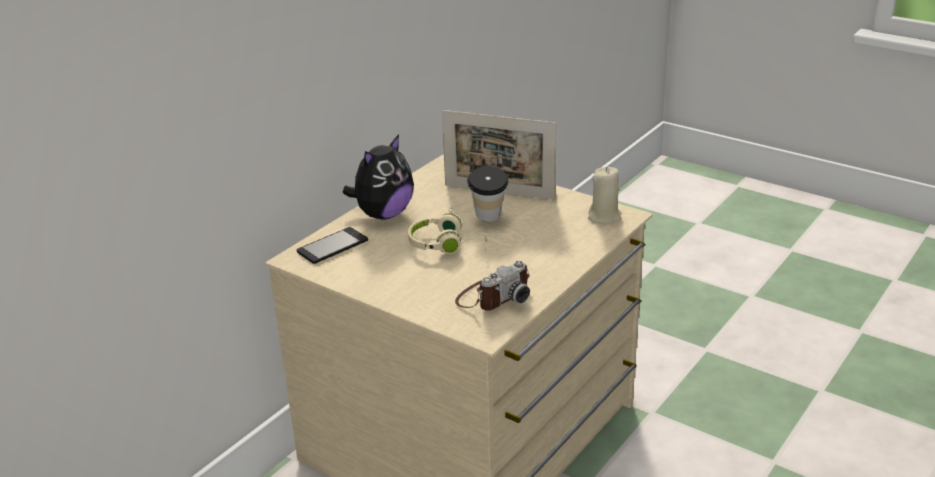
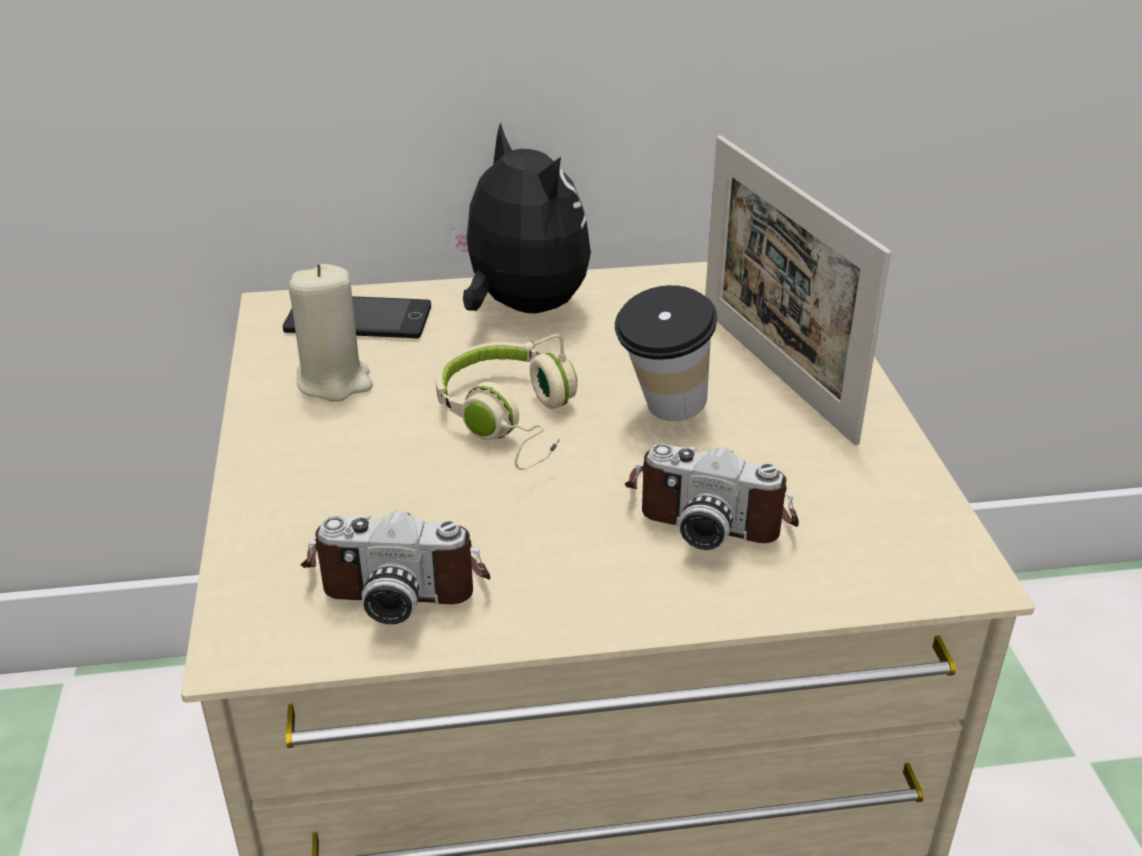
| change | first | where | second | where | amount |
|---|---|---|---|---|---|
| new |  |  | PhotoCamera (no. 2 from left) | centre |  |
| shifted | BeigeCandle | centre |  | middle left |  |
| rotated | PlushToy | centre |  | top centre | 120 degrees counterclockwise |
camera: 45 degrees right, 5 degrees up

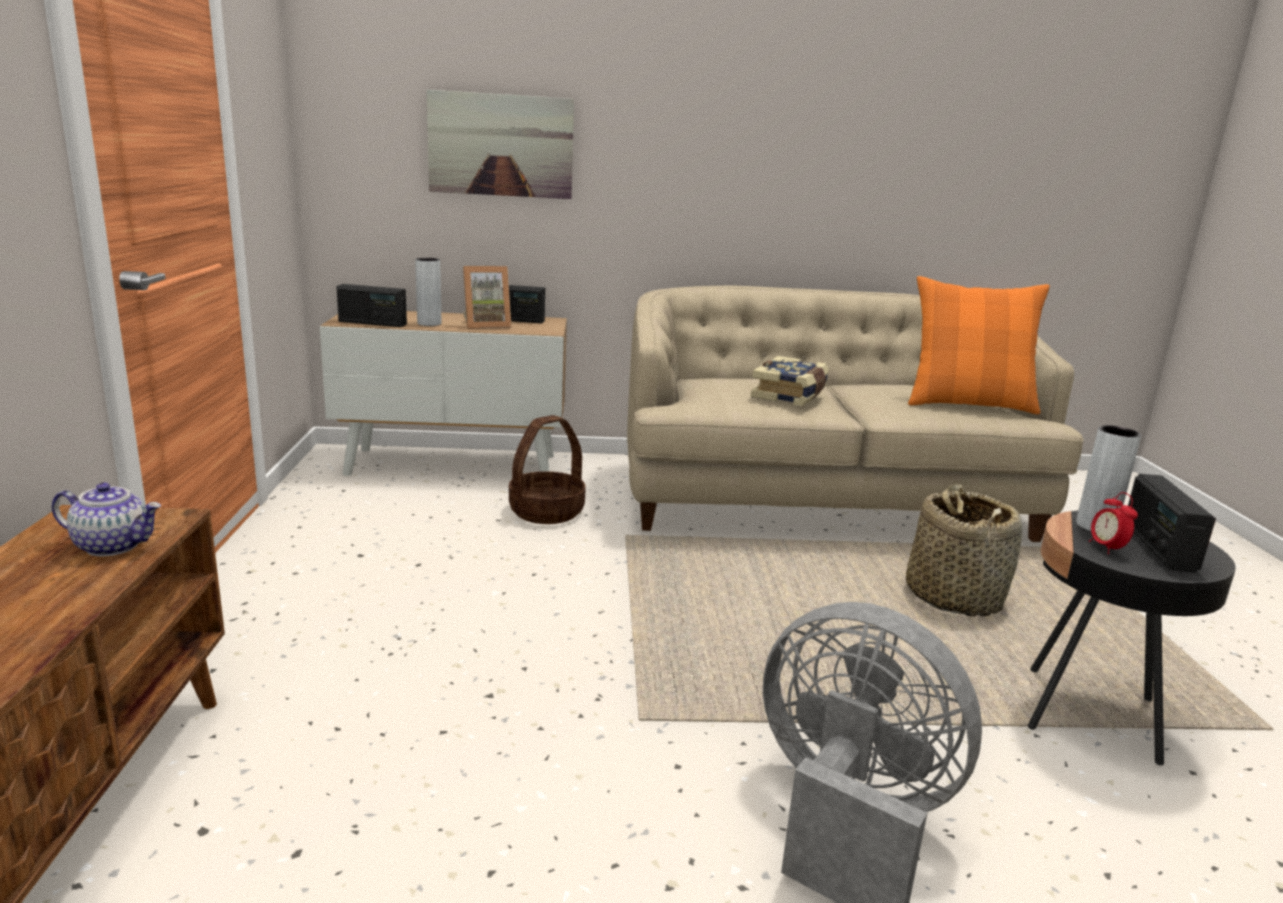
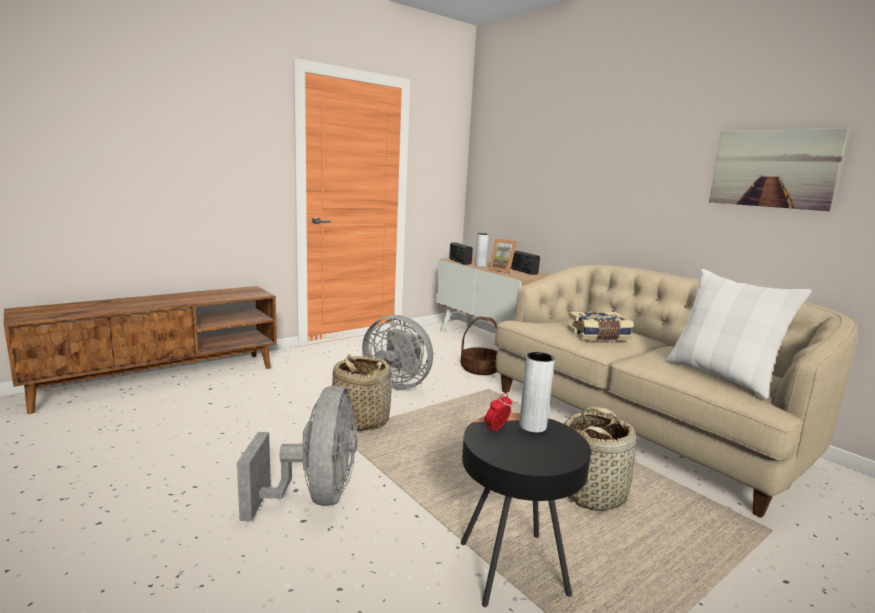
| change | first | where | second | where | amount |
|---|---|---|---|---|---|
| gone | Teapot | middle left |  |  |  |
| gone | Radio (no. 3 from left) | middle right |  |  |  |
| new |  |  | Basket (no. 1 from left) | centre |  |
| new |  |  | GreyFan (no. 2 from left) | centre |  |
| shifted | Picture | top centre |  | top right |  |
| repainted | OrangePillow | middle right | WhitePillow | middle right |  |
camera: 55 degrees right, 5 degrees down

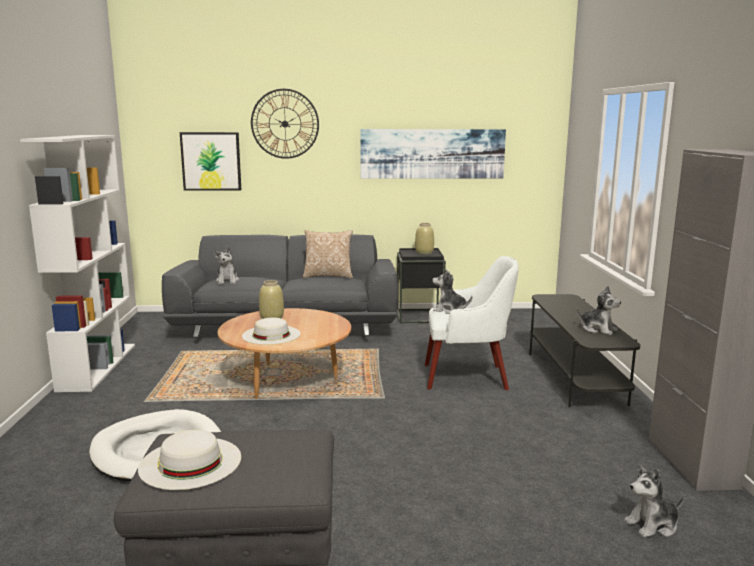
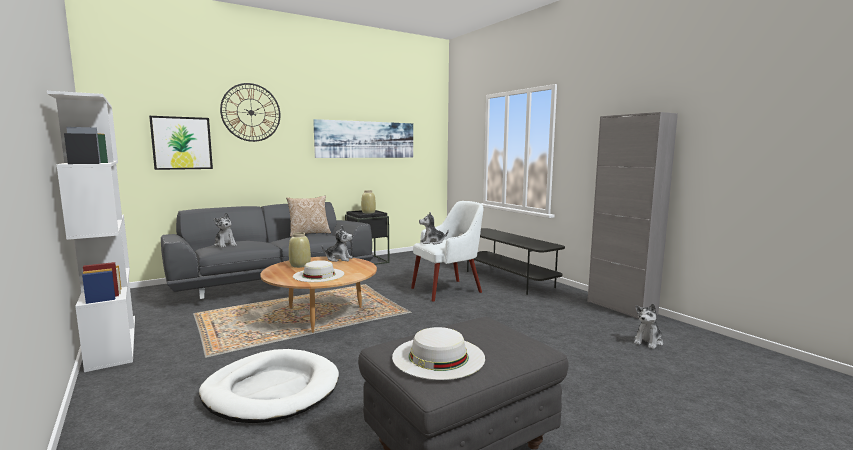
| change | first | where | second | where | amount |
|---|---|---|---|---|---|
| shifted | PlushToy (no. 3 from left in the first image) | middle right | PlushToy (no. 2 from left) | centre |  |
camera: 30 degrees left, 5 degrees down

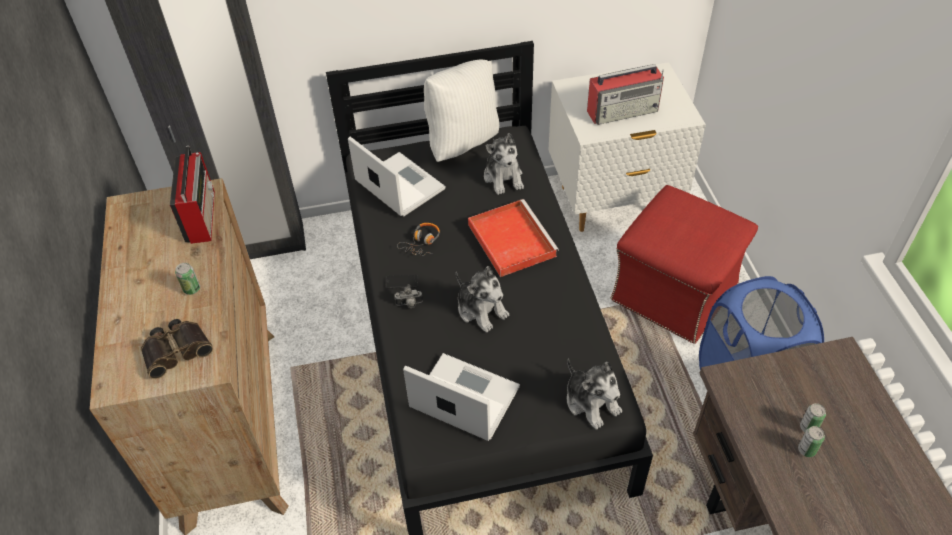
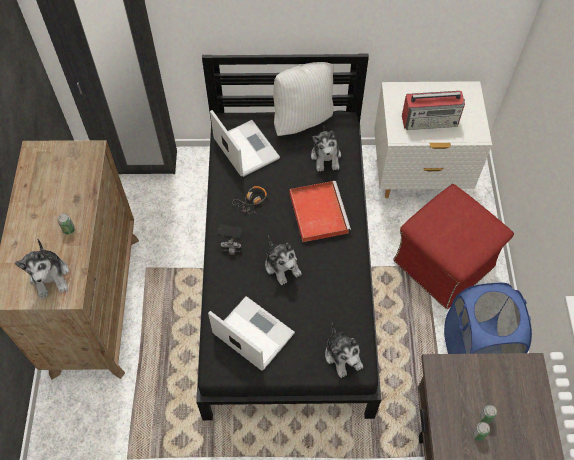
| change | first | where | second | where | amount |
|---|---|---|---|---|---|
| gone | Radio (no. 1 from left) | middle left |  |  |  |
| swapped | Binoculars | middle left | PlushToy (no. 1 from left) | middle left |  |
camera: 10 degrees right, 10 degrees up

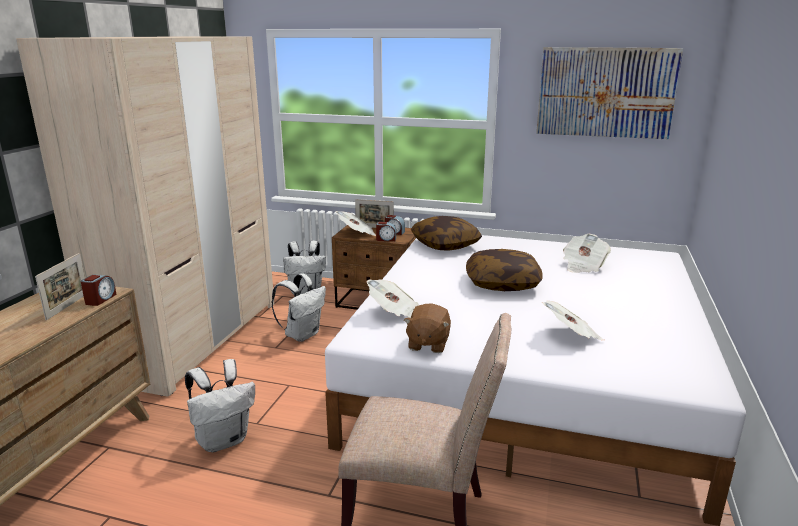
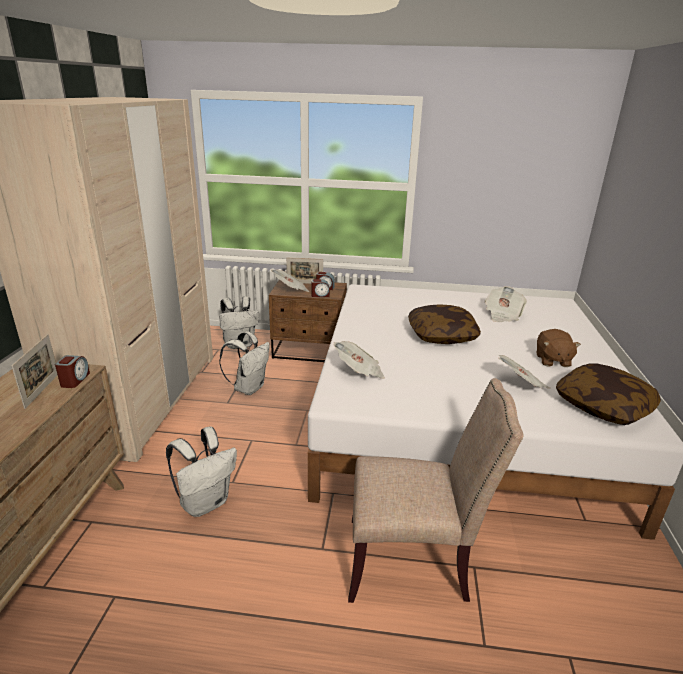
| change | first | where | second | where | amount |
|---|---|---|---|---|---|
| gone | Picture | top right |  |  |  |
| shifted | BrownPlushToy | centre |  | middle right |  |
| shifted | Pillow (no. 1 from left in the first image) | centre | Pillow (no. 2 from left) | middle right |  |
camera: 10 degrees left, 5 degrees up

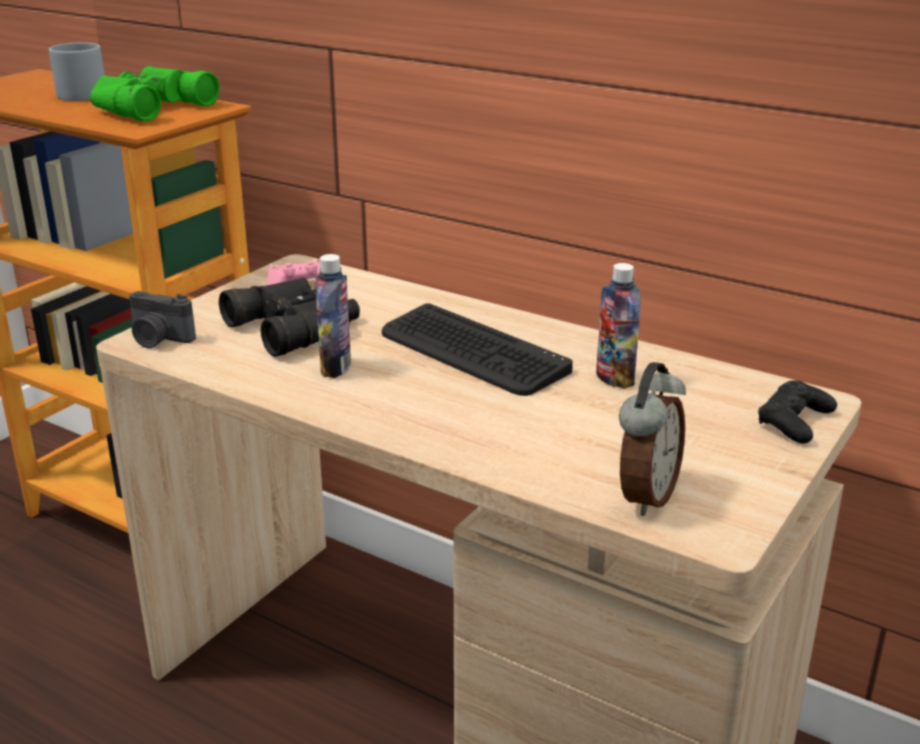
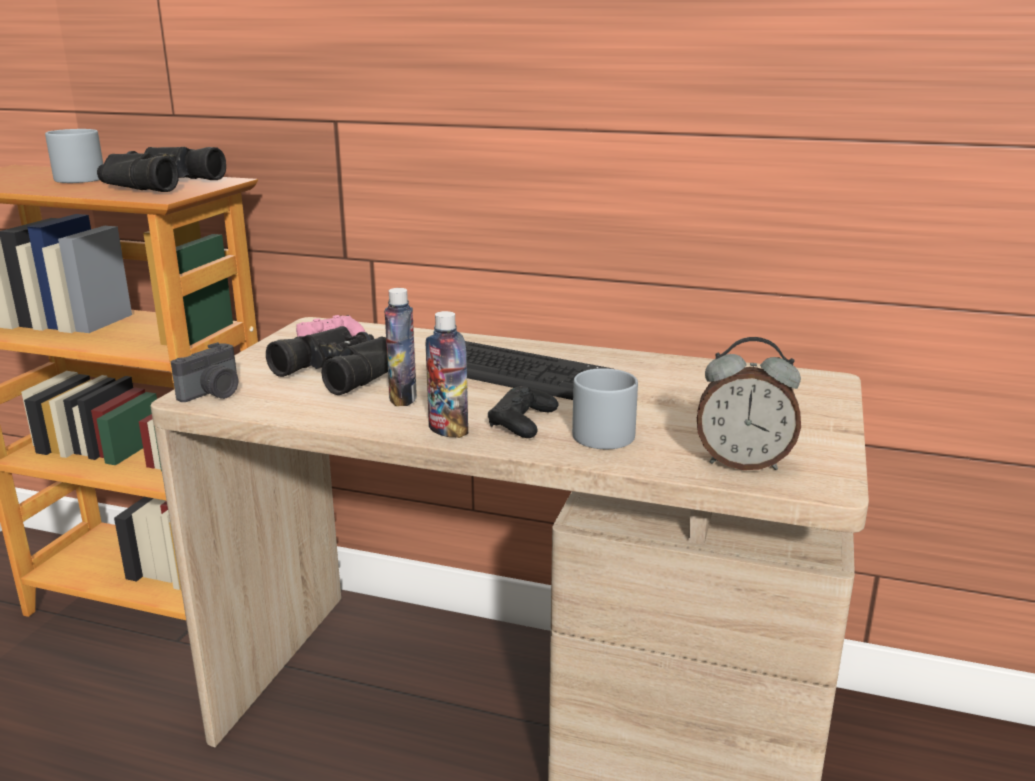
| change | first | where | second | where | amount |
|---|---|---|---|---|---|
| new |  |  | GreyMug (no. 2 from left) | centre |  |
| shifted | Bottle (no. 2 from left) | middle right |  | centre |  |
| shifted | BlackGameController | middle right |  | centre |  |
| repainted | GreenBinoculars | top left | BlackBinoculars (no. 1 from left) | top left |  |
| rotated | PhotoCamera | middle left |  | middle left | 60 degrees counterclockwise |
| rotated | AlarmClock | middle right |  | middle right | 90 degrees clockwise |
camera: 15 degrees left, 5 degrees down

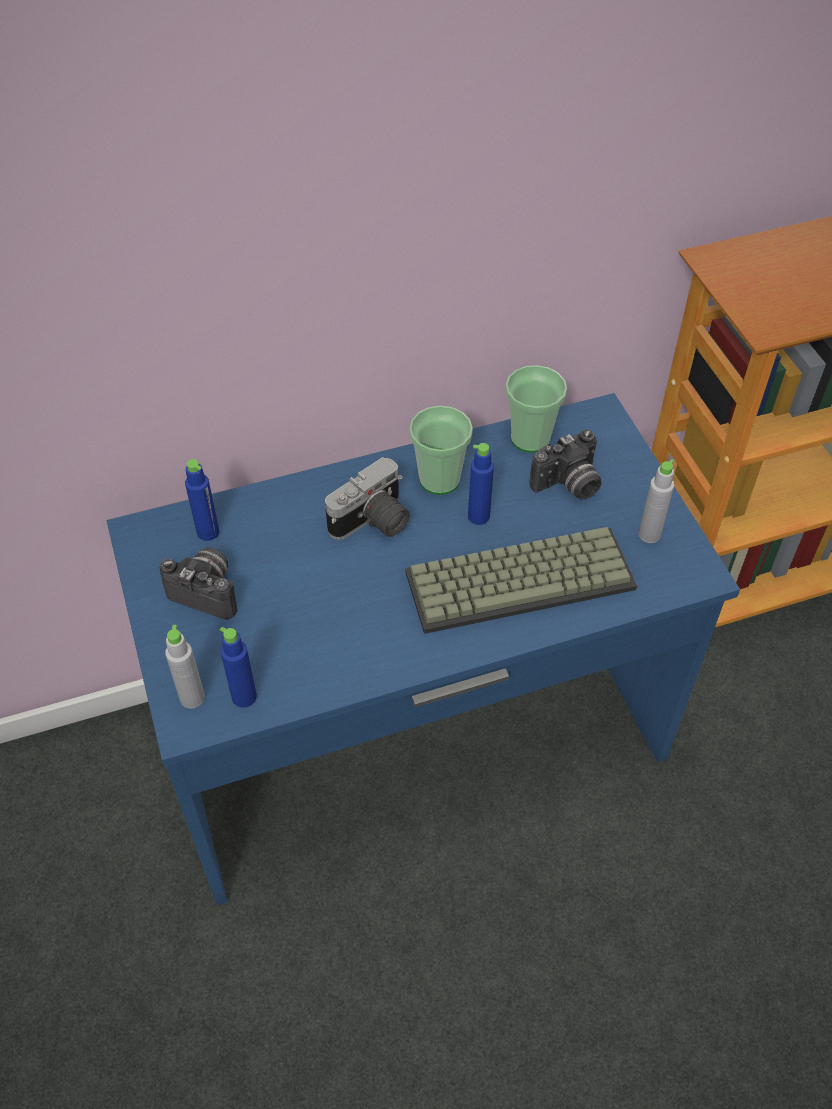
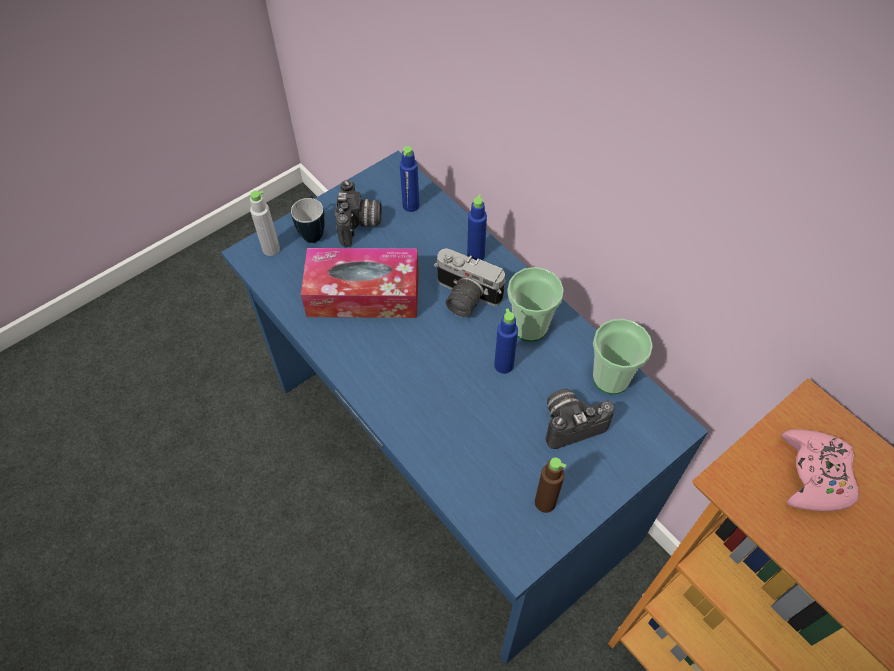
| change | first | where | second | where | amount |
|---|---|---|---|---|---|
| gone | Keyboard | centre |  |  |  |
| new |  |  | Mug | top centre |  |
| new |  |  | TissueBox | centre |  |
| new |  |  | PinkGameController | bottom right |  |
| shifted | BlueBottle (no. 2 from left) | middle left |  | centre |  |
| repainted | GreyBottle (no. 2 from left) | middle right | BrownBottle | bottom centre |  |
| rotated | PhotoCamera (no. 3 from left) | middle right |  | centre | 120 degrees clockwise |
camera: 70 degrees right, 5 degrees up

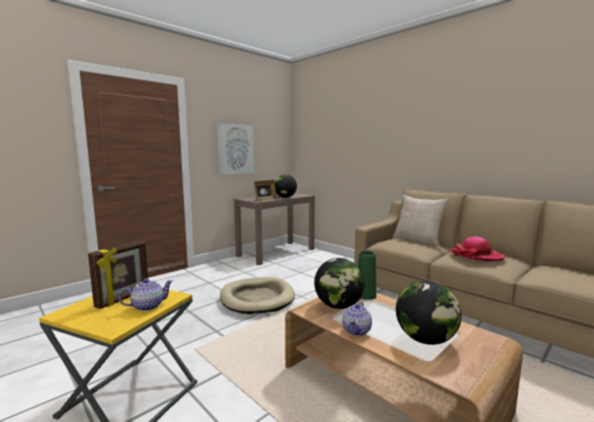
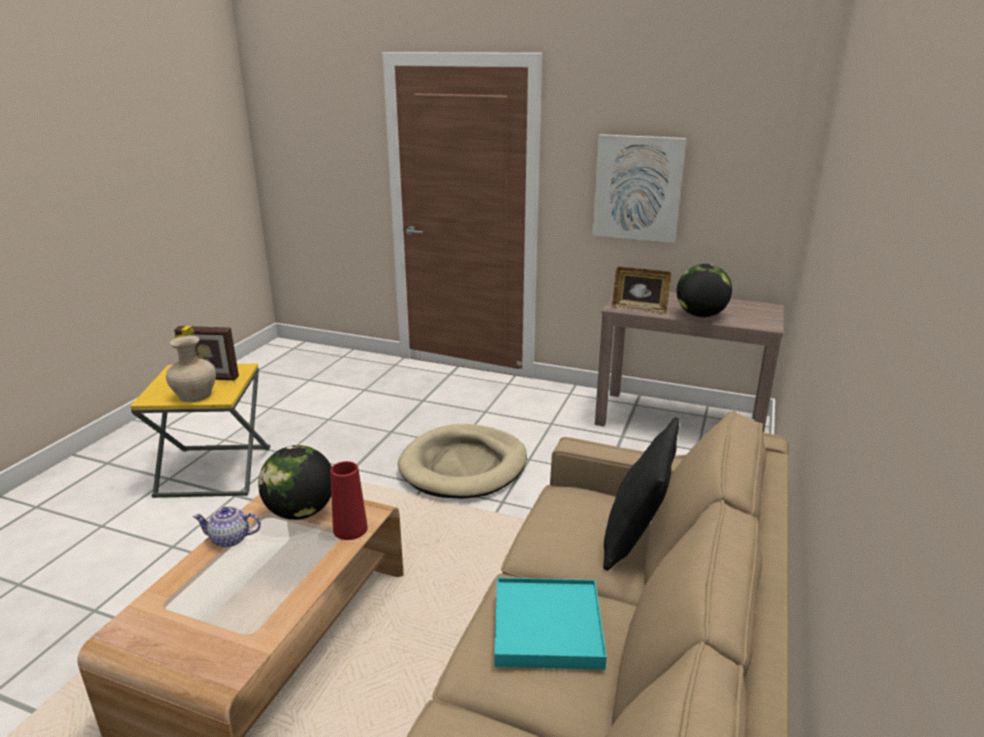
| change | first | where | second | where | amount |
|---|---|---|---|---|---|
| gone | Globe (no. 3 from left) | bottom right |  |  |  |
| swapped | Teapot (no. 1 from left) | bottom left | BeigeVase | middle left |  |
| swapped | Hat | middle right | TurquoiseTray | bottom centre |  |
| repainted | GreenVase | centre | RedVase | bottom centre |  |
| repainted | BeigePillow | middle right | BlackPillow | bottom centre |  |
camera: 65 degrees right, 15 degrees up

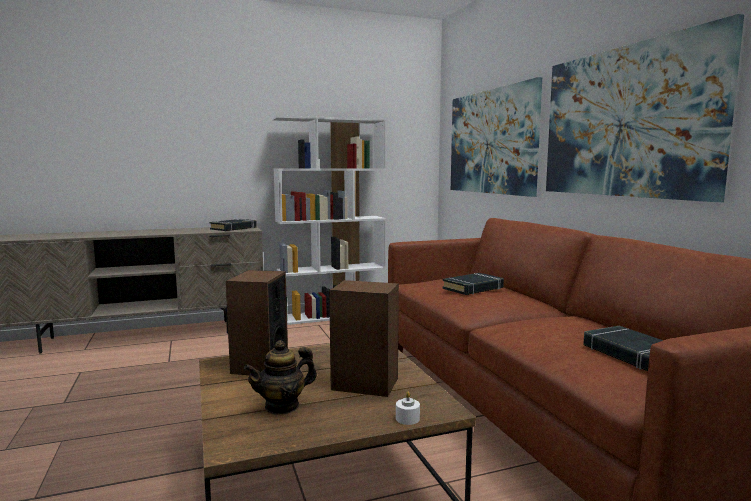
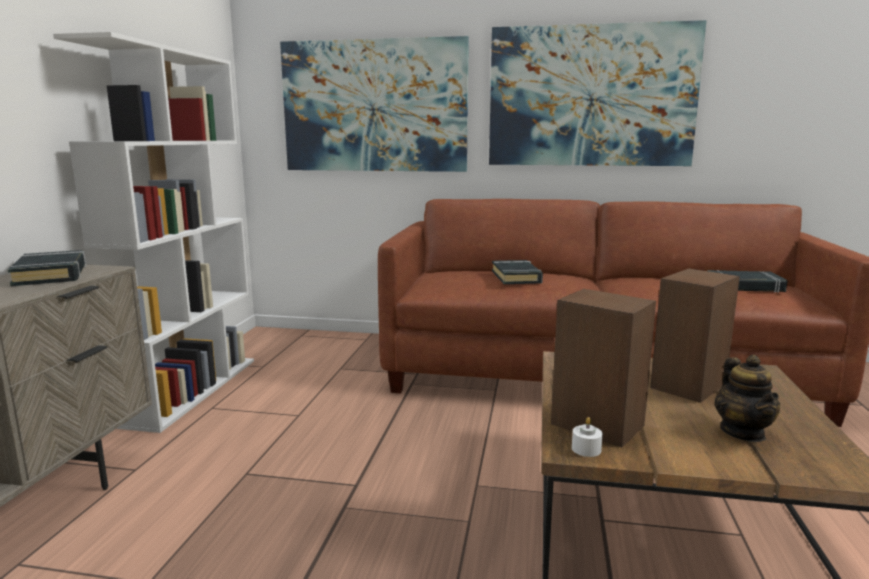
| change | first | where | second | where | amount |
|---|---|---|---|---|---|
| shifted | WhiteCandle | bottom centre |  | bottom right |  |
camera: 60 degrees left, 5 degrees up

